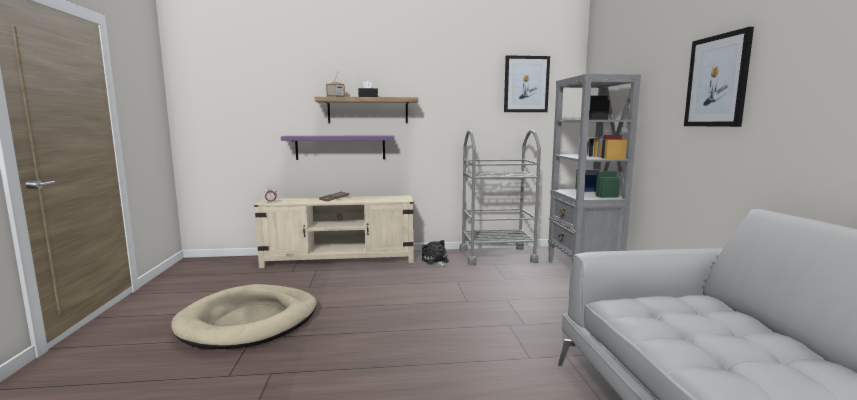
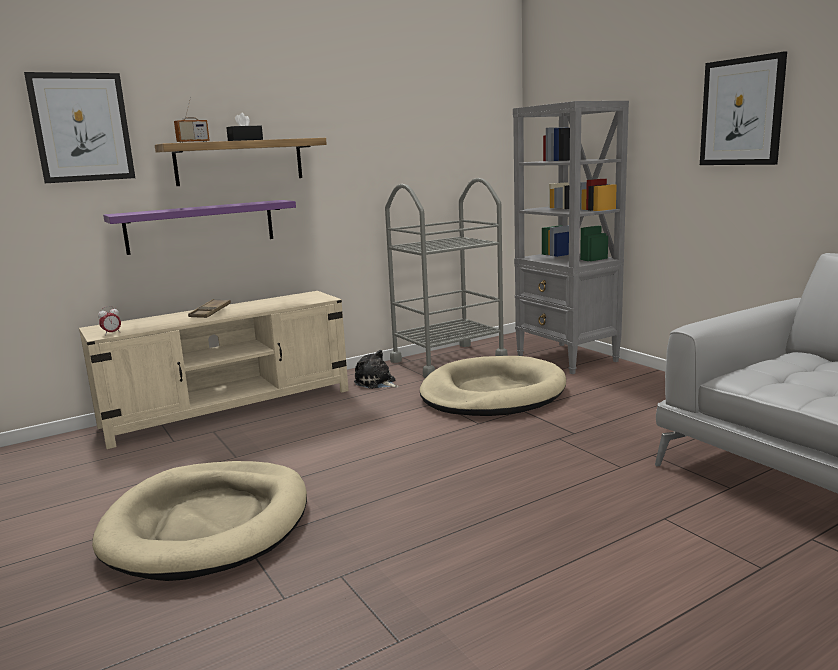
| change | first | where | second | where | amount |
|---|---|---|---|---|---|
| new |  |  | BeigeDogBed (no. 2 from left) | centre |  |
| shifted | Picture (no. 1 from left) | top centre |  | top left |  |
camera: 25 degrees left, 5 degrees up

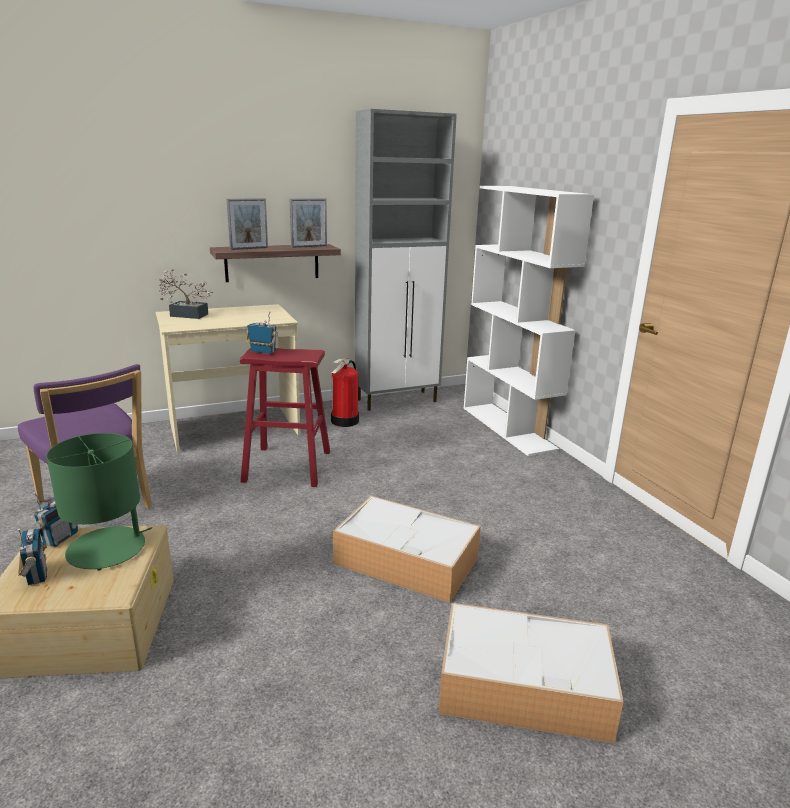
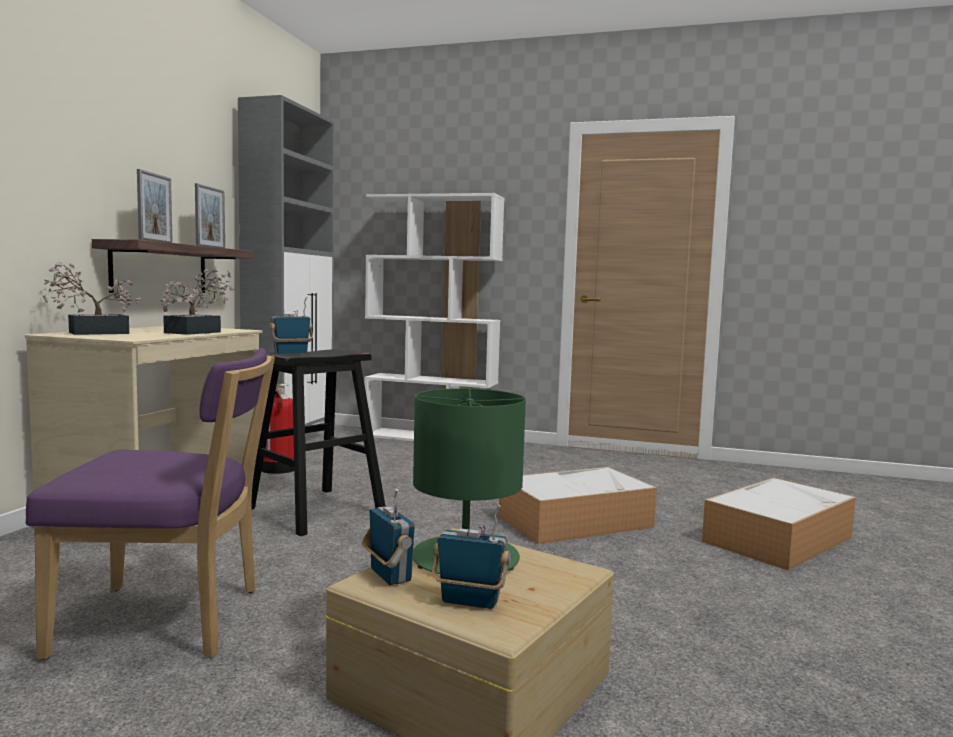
| change | first | where | second | where | amount |
|---|---|---|---|---|---|
| new |  |  | PottedPlant (no. 2 from left) | middle left |  |
| repainted | RedStool | centre | BlackStool | centre |  |
camera: 50 degrees left, 15 degrees down

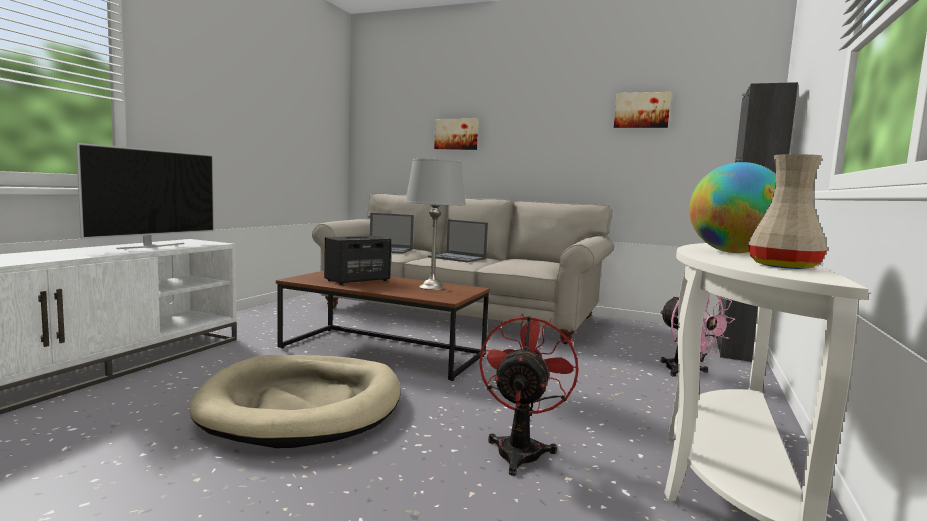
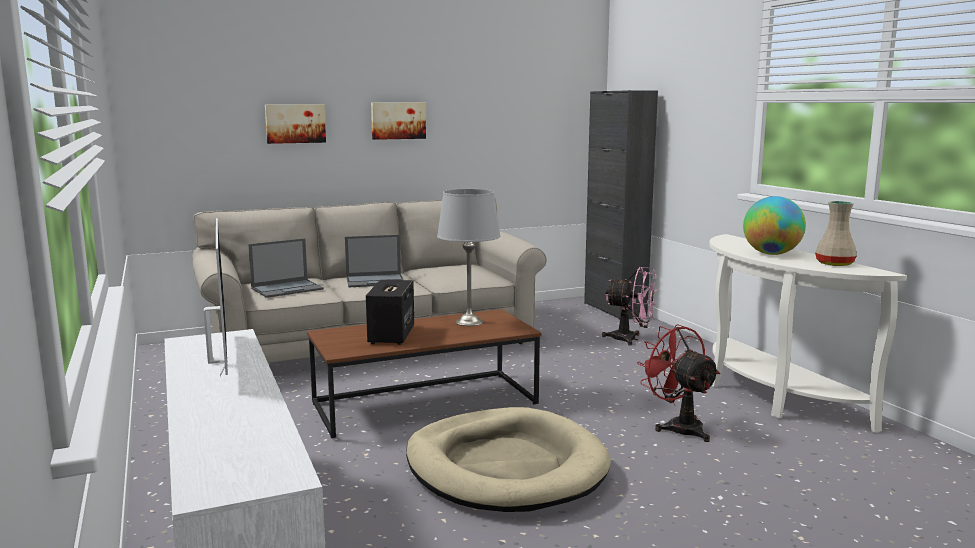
| change | first | where | second | where | amount |
|---|---|---|---|---|---|
| shifted | Picture (no. 2 from left) | top right |  | top centre |  |
camera: 45 degrees left, 5 degrees up

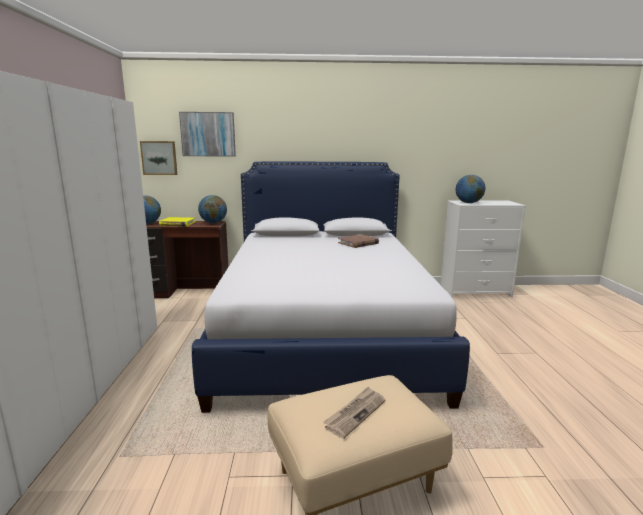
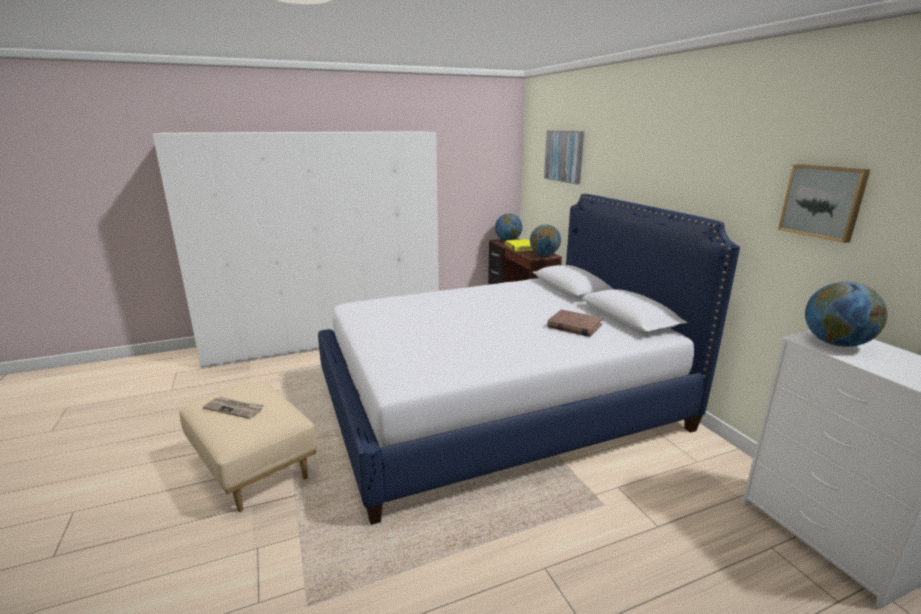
| change | first | where | second | where | amount |
|---|---|---|---|---|---|
| shifted | Picture (no. 1 from left in the first image) | top left | Picture (no. 2 from left) | top right |  |
camera: 70 degrees right, 5 degrees up

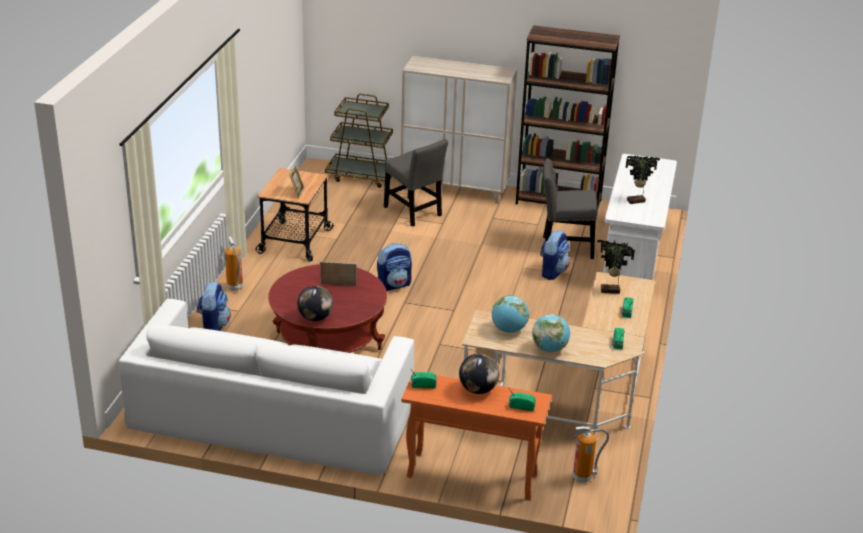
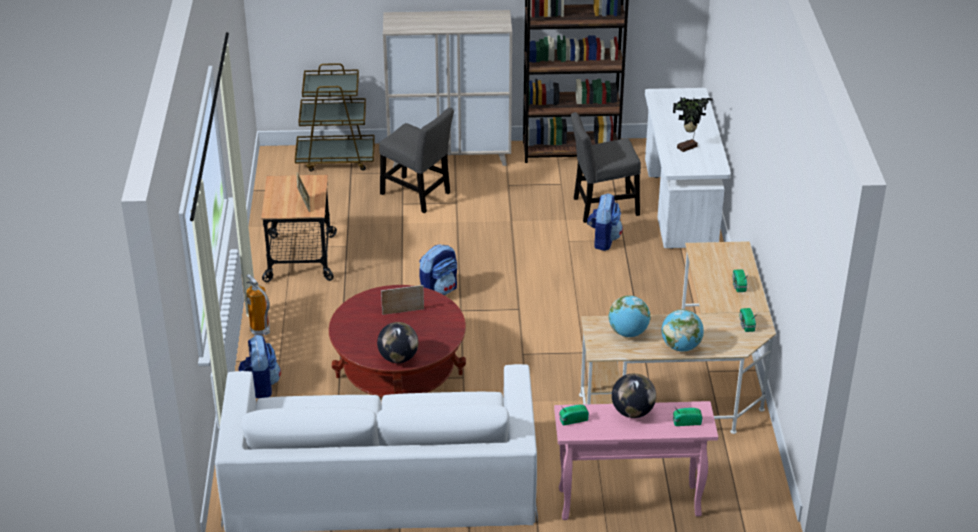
| change | first | where | second | where | amount |
|---|---|---|---|---|---|
| gone | FireExtinguisher (no. 2 from left) | bottom right |  |  |  |
| gone | PottedPlant (no. 1 from left) | middle right |  |  |  |
| repainted | OrangeConsoleTable | bottom centre | PinkConsoleTable | bottom centre |  |
camera: 15 degrees left, 5 degrees up

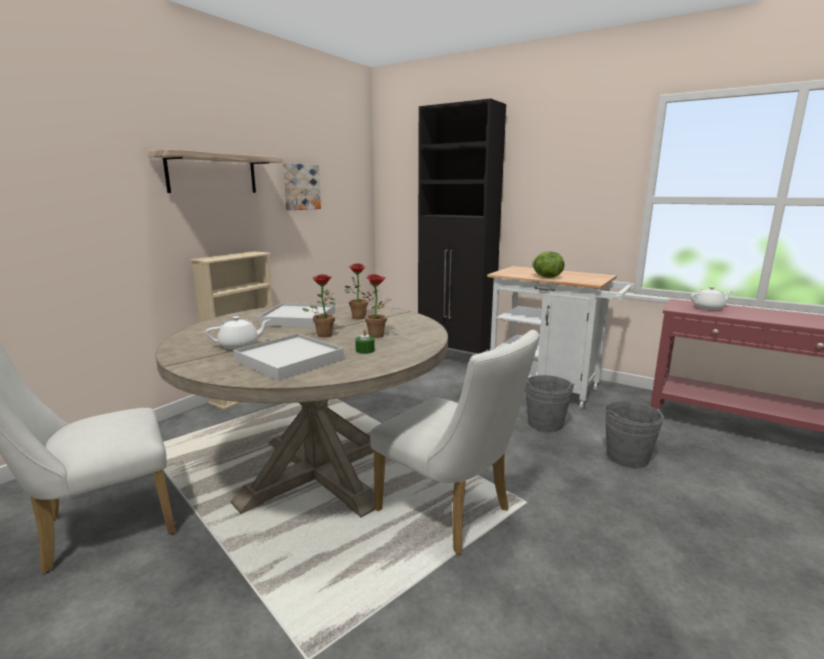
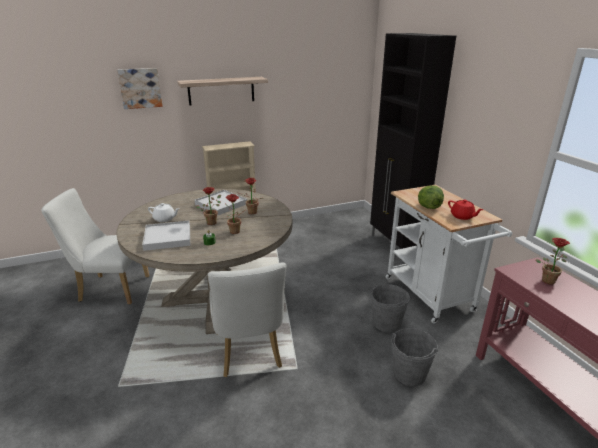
| change | first | where | second | where | amount |
|---|---|---|---|---|---|
| new |  |  | RedTeapot | middle right |  |
| shifted | Picture | top centre |  | top left |  |
| swapped | WhiteTeapot (no. 2 from left) | middle right | PottedPlant (no. 4 from left) | middle right |  |
camera: 35 degrees right, 10 degrees up

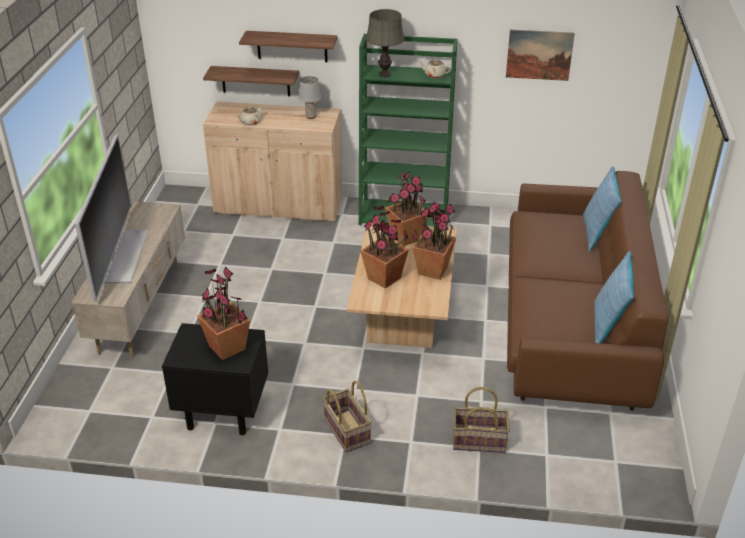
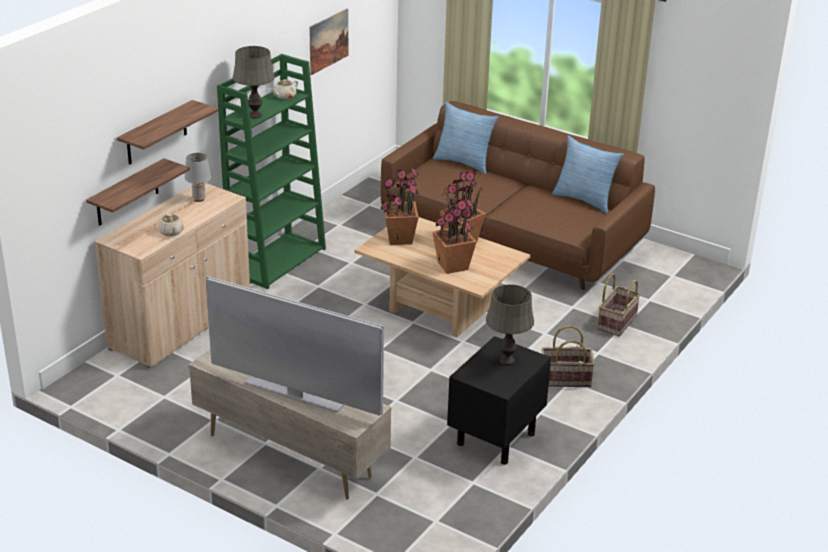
| change | first | where | second | where | amount |
|---|---|---|---|---|---|
| swapped | PottedPlant (no. 1 from left) | middle left | GreyTableLamp (no. 3 from left) | centre |  |
camera: 65 degrees left, 5 degrees down

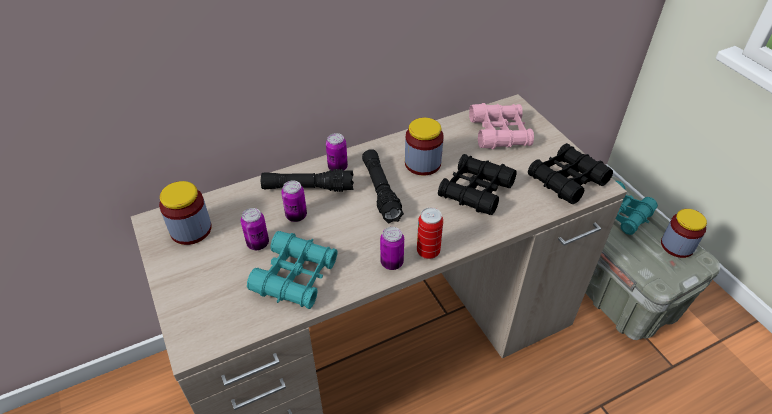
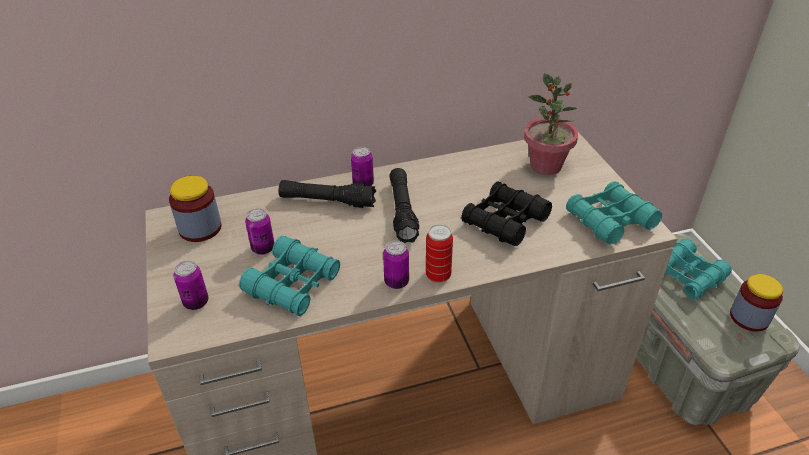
| change | first | where | second | where | amount |
|---|---|---|---|---|---|
| gone | Jar (no. 2 from left) | centre |  |  |  |
| shifted | Can (no. 2 from left in the first image) | centre | Can (no. 1 from left) | middle left |  |
| swapped | PinkBinoculars | top centre | PottedPlant | top right |  |
| repainted | BlackBinoculars (no. 2 from left) | middle right | TurquoiseBinoculars (no. 2 from left) | middle right |  |
camera: 10 degrees right, 5 degrees down

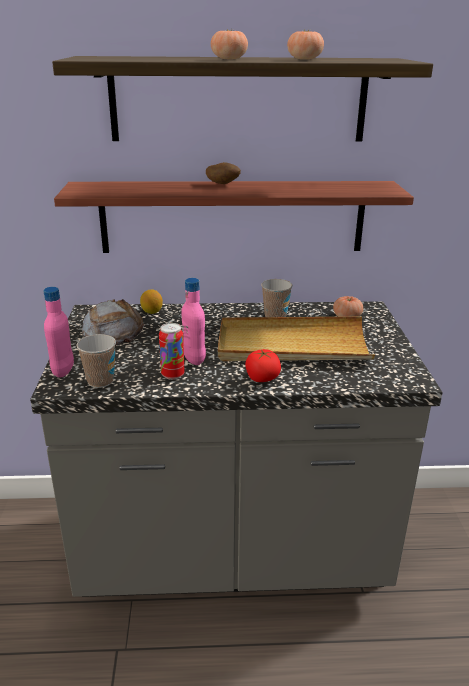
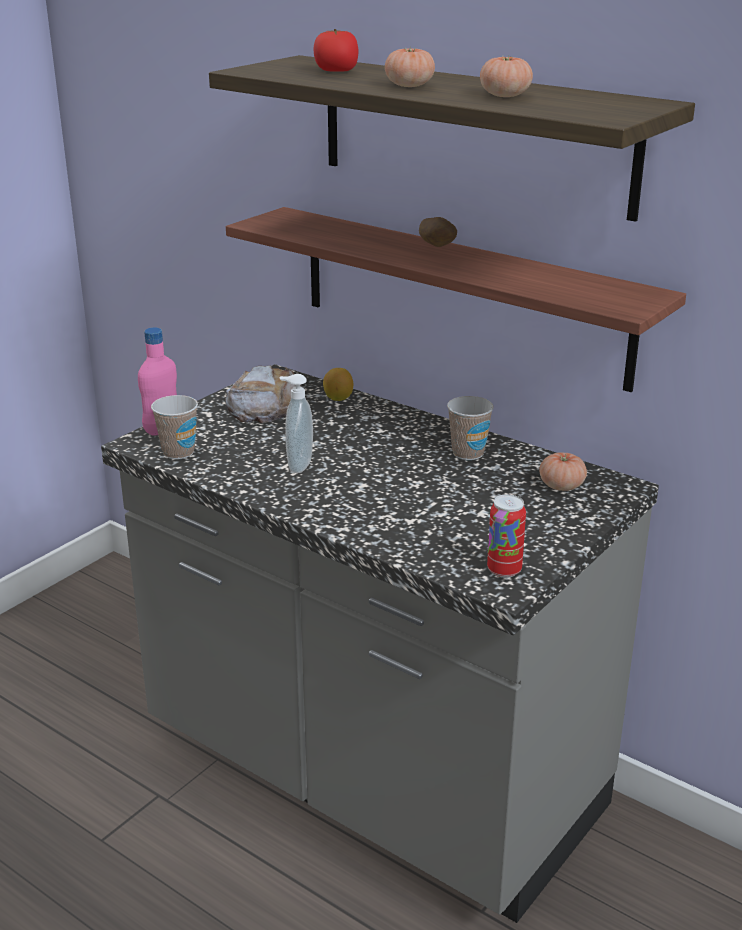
| change | first | where | second | where | amount |
|---|---|---|---|---|---|
| gone | BeigeTray | centre |  |  |  |
| shifted | Can | centre |  | middle right |  |
| shifted | Tomato (no. 2 from left in the first image) | centre | Tomato (no. 1 from left) | top centre |  |
| swapped | PinkBottle (no. 2 from left) | centre | SoapDispenser | centre |  |
camera: 40 degrees right, 0 degrees up

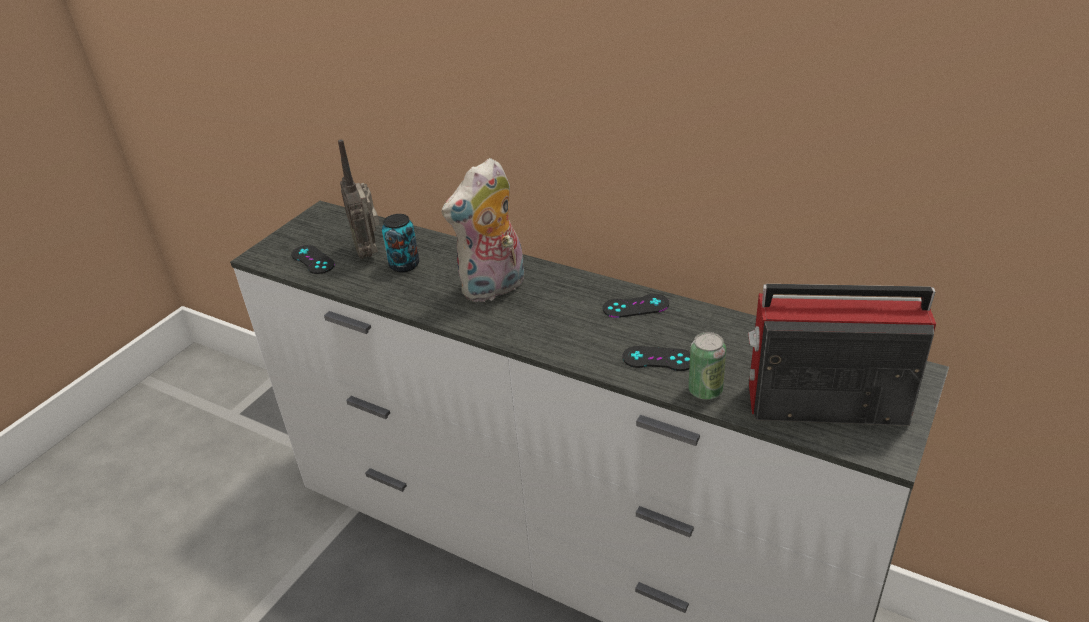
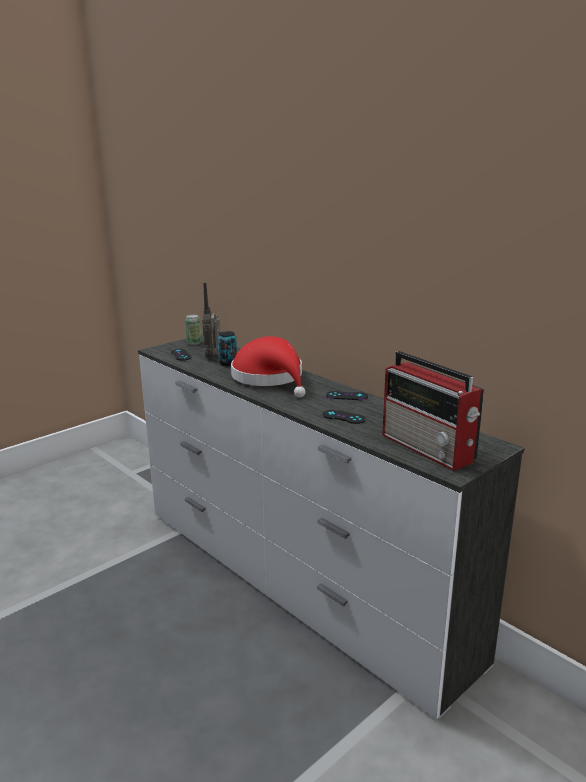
| change | first | where | second | where | amount |
|---|---|---|---|---|---|
| shifted | Can (no. 2 from left in the first image) | centre | Can (no. 1 from left) | middle left |  |
| swapped | PlushToy | centre | RedHat | centre |  |
| rotated | Radio (no. 2 from left) | middle right |  | middle right | 150 degrees counterclockwise |
camera: 15 degrees right, 15 degrees down

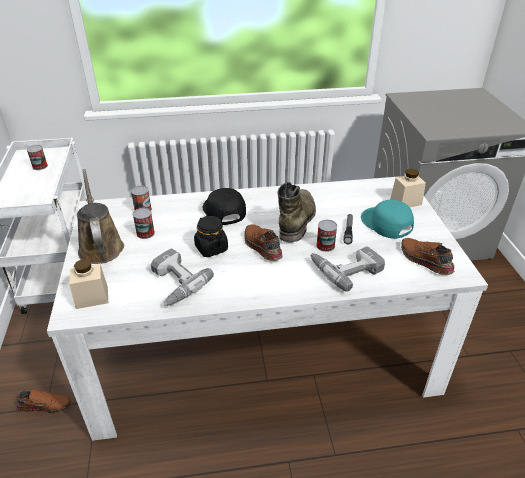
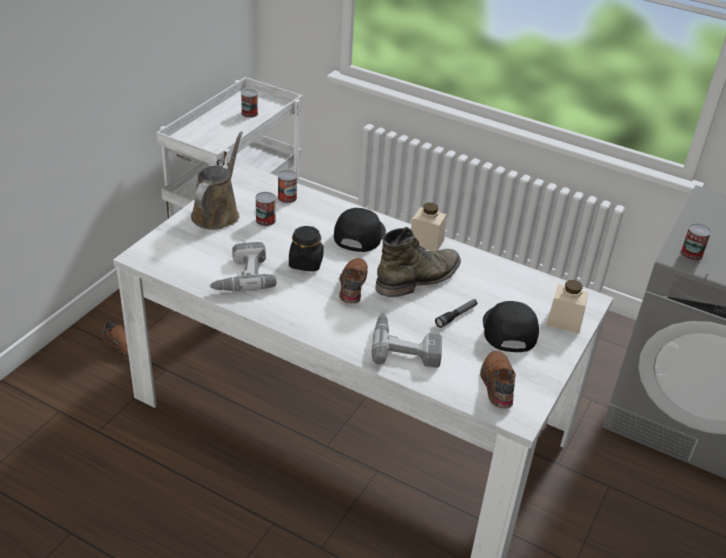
| change | first | where | second | where | amount |
|---|---|---|---|---|---|
| shifted | BeigeJar (no. 1 from left) | middle left |  | centre |  |
| shifted | Can (no. 4 from left) | centre |  | middle right |  |
| repainted | TurquoiseCap | middle right | BlackCap (no. 2 from left) | middle right |  |
camera: 35 degrees right, 0 degrees up

